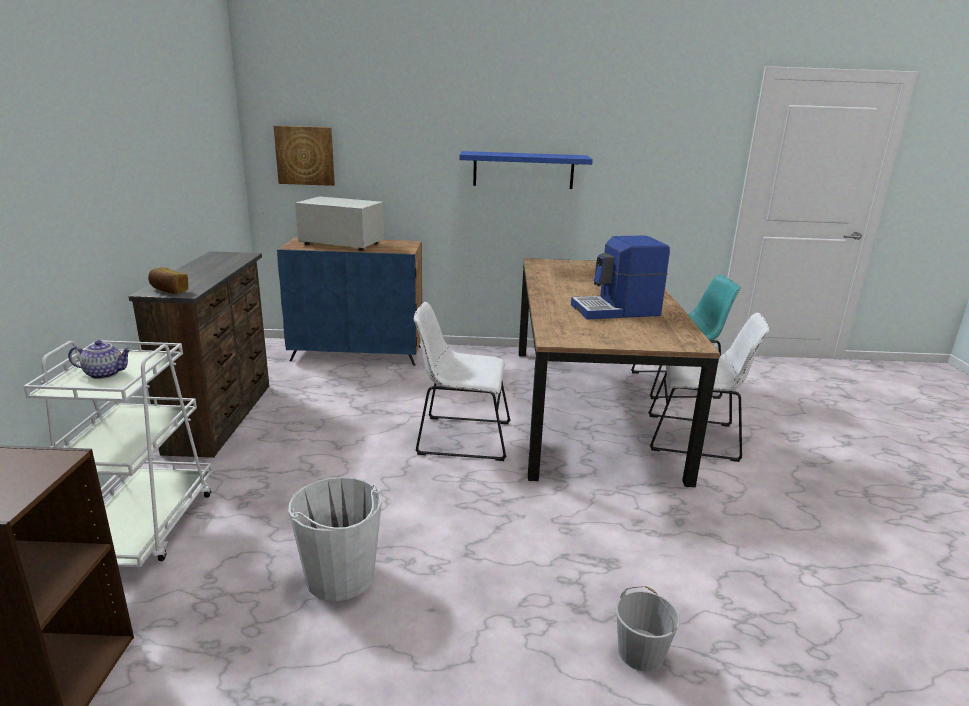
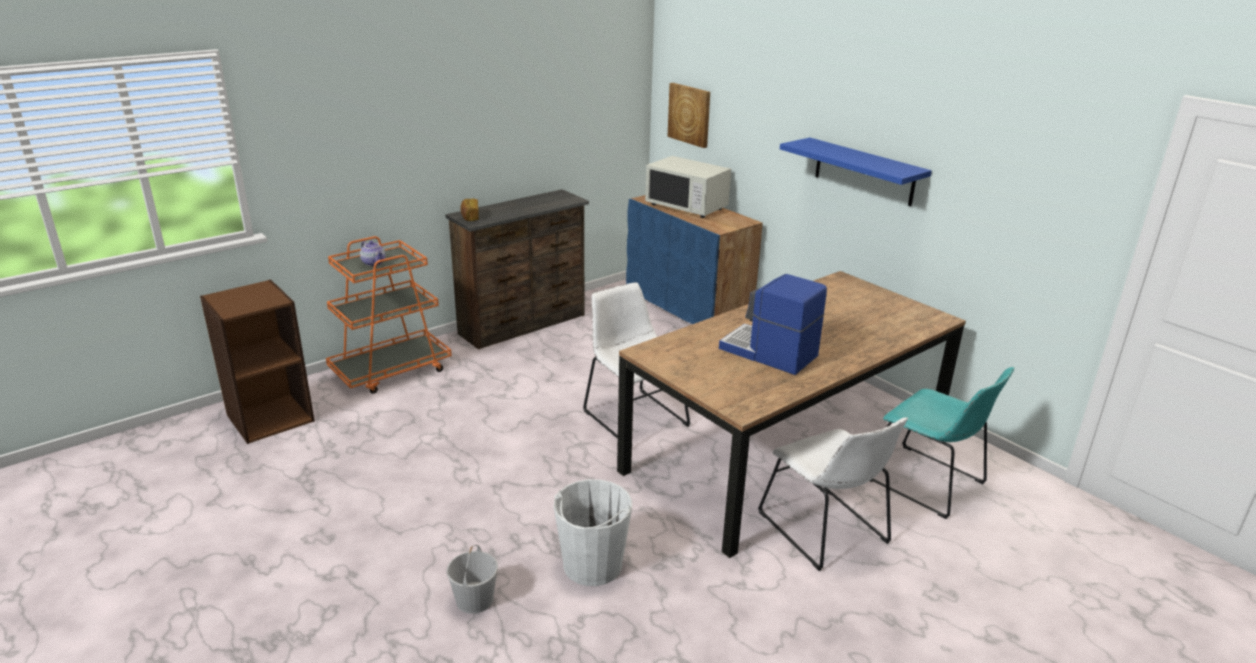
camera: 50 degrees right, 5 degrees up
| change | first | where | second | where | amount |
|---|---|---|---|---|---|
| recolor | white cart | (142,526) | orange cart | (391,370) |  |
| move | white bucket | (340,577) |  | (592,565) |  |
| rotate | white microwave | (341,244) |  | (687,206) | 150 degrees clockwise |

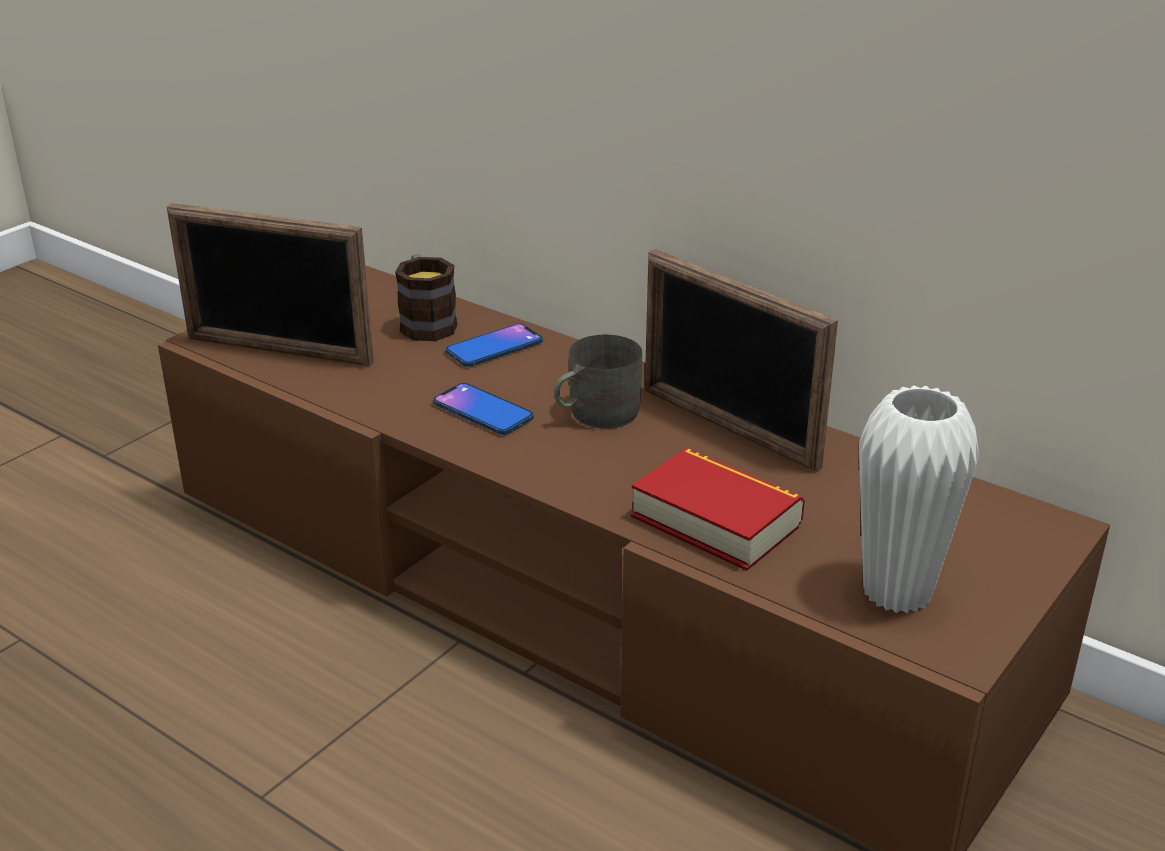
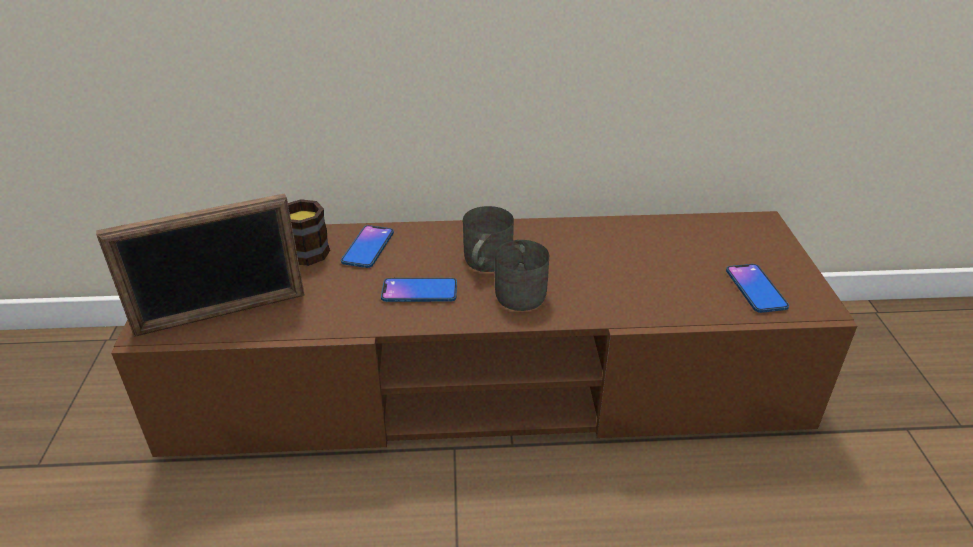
camera: 40 degrees left, 5 degrees up
| change | first | where | second | where | amount |
|---|---|---|---|---|---|
| insert |  |  | grey mug | (522,291) |  |
| replace | white vase | (897,592) | phone | (756,289) |  |
| delete | book | (716,520) |  |  |  |
| delete | picture frame | (728,428) |  |  |  |

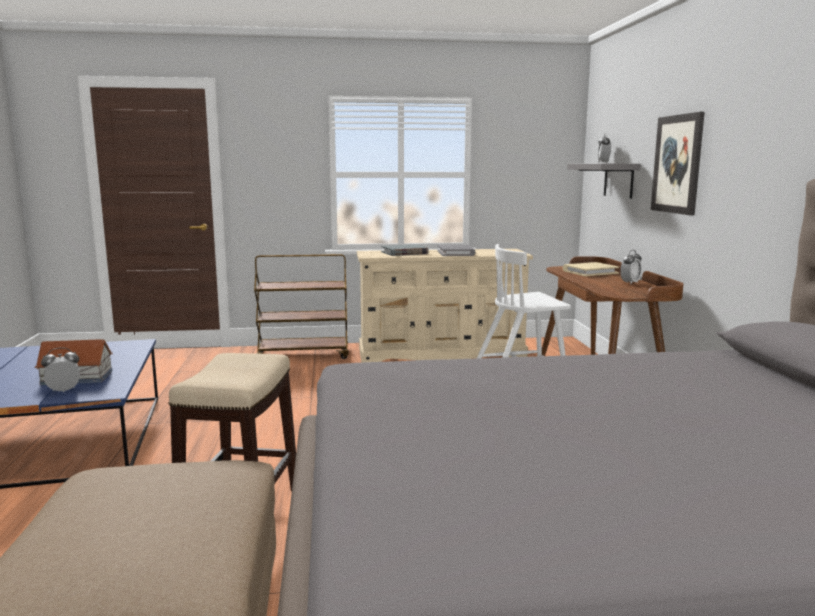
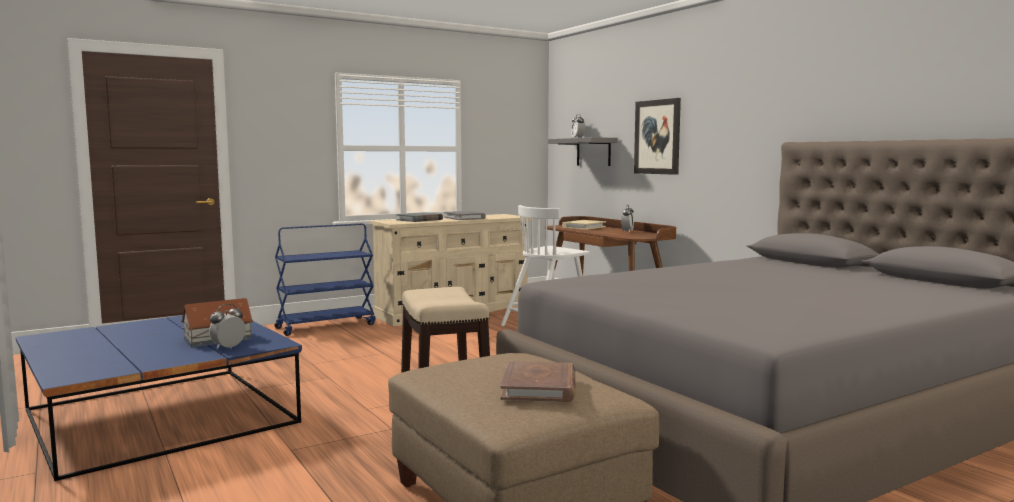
camera: 25 degrees left, 5 degrees down
| change | first | where | second | where | amount |
|---|---|---|---|---|---|
| recolor | brown cart | (303,355) | blue cart | (326,326) |  |
| insert |  |  | brown book | (539,387) |  |

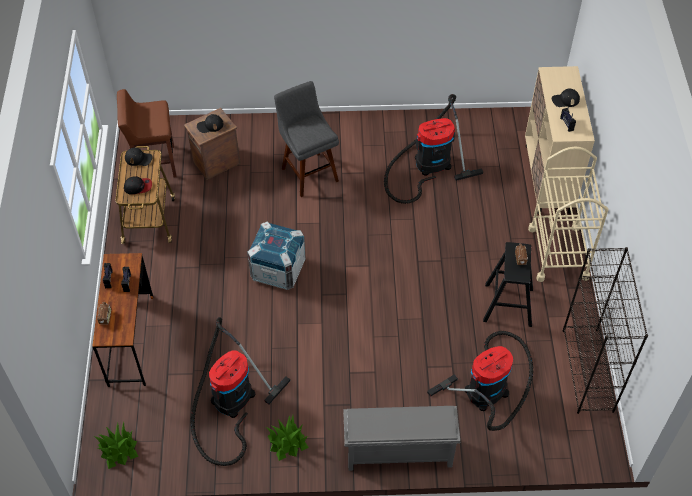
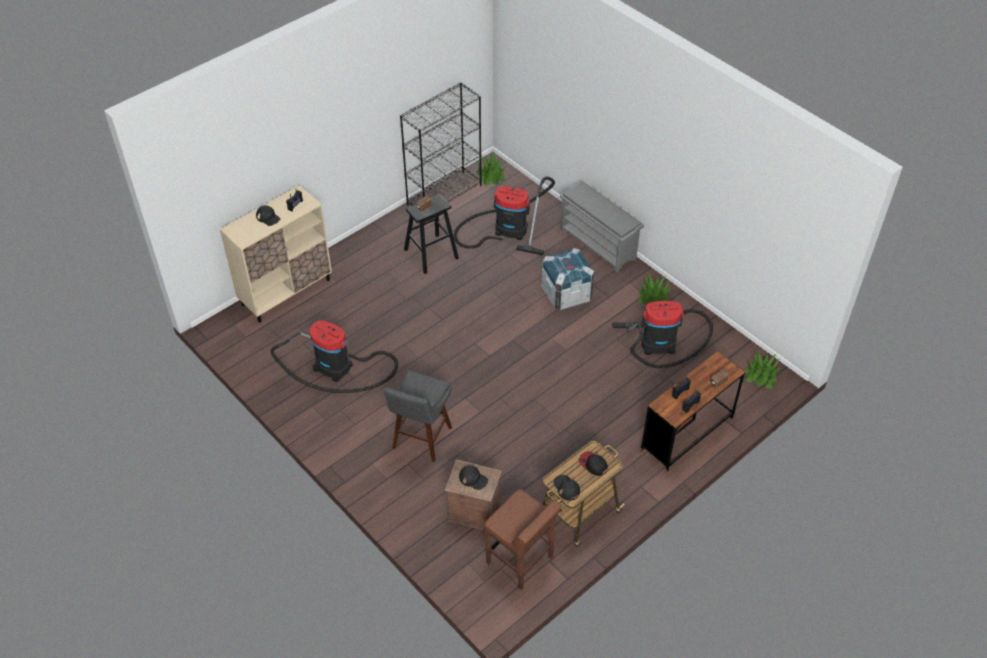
camera: 130 degrees left, 5 degrees down
| change | first | where | second | where | amount |
|---|---|---|---|---|---|
| insert |  |  | potted plant | (491,175) |  |
| move | crate | (278,270) |  | (566,294) |  |
| delete | beige cart | (558,253) |  |  |  |

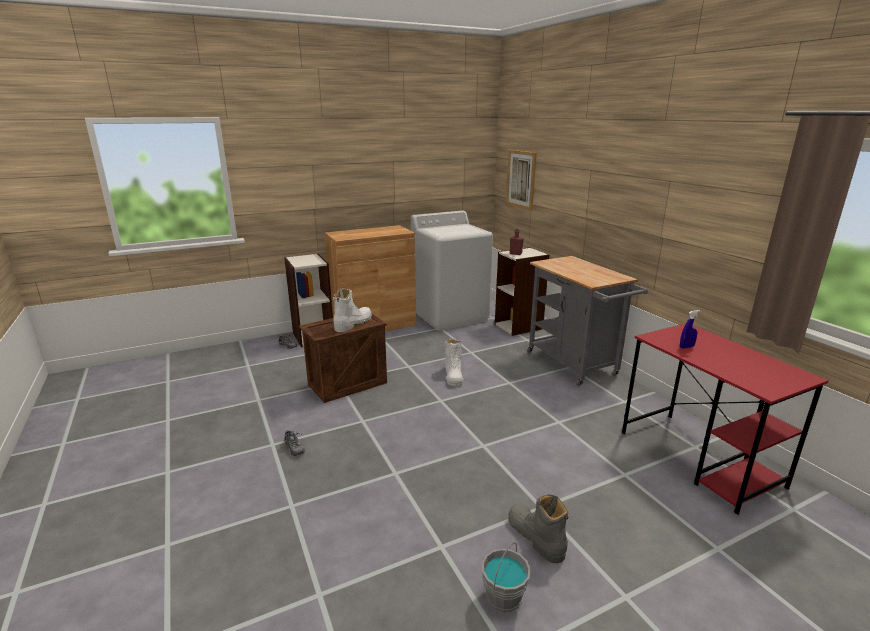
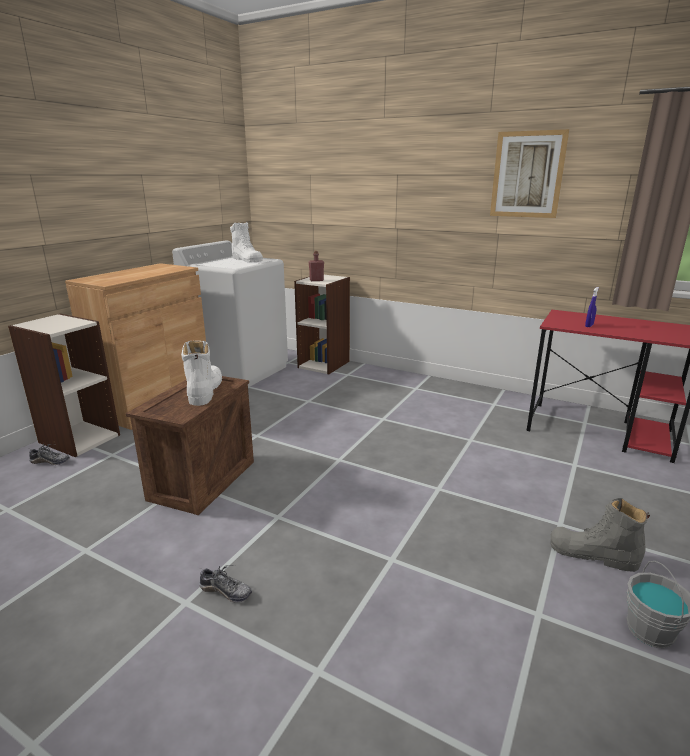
camera: 35 degrees left, 0 degrees up
| change | first | where | second | where | amount |
|---|---|---|---|---|---|
| move | white boot | (453,376) |  | (247,259) |  |
| move | picture | (521,179) |  | (527,175) |  |
| delete | grey cart | (575,366) |  |  |  |

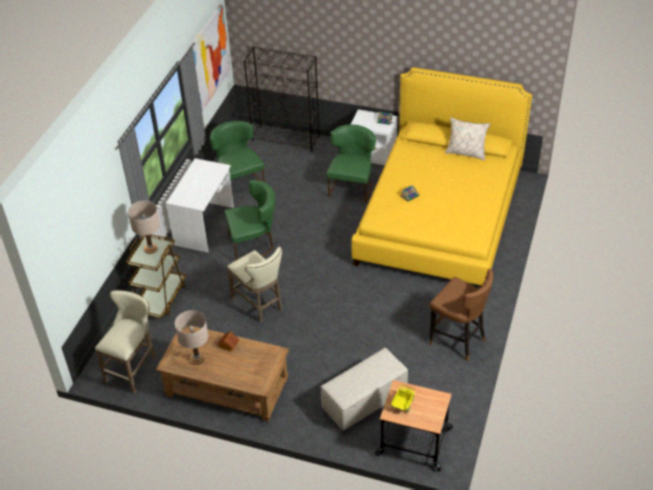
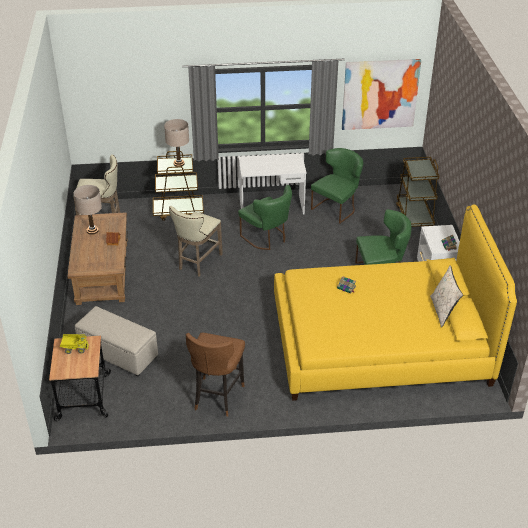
camera: 65 degrees right, 5 degrees down
| change | first | where | second | where | amount |
|---|---|---|---|---|---|
| replace | black bookcase | (286,139) | brown cart | (414,216) |  |

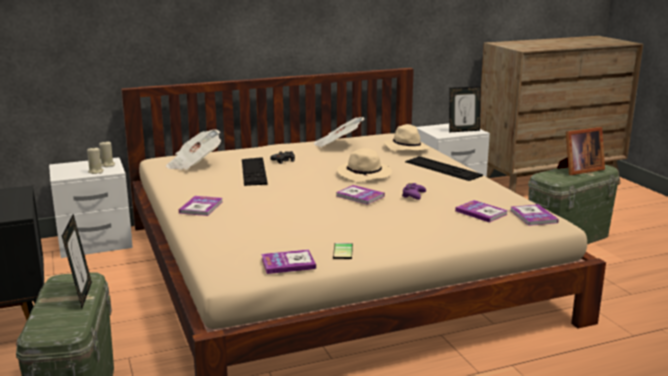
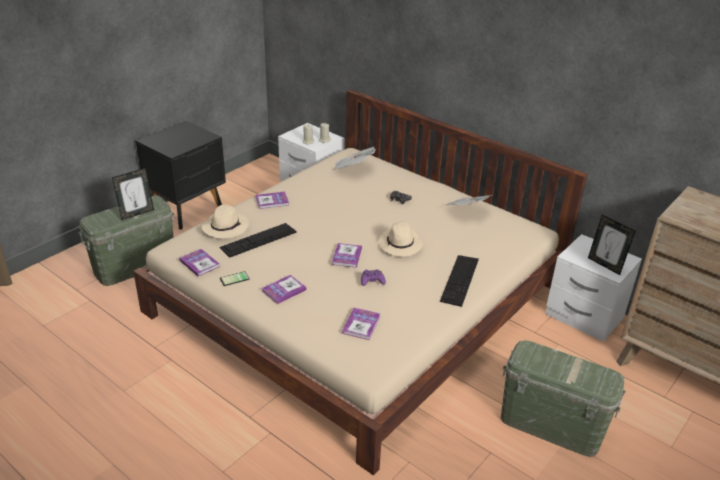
camera: 60 degrees right, 15 degrees up
| change | first | where | second | where | amount |
|---|---|---|---|---|---|
| move | beige hat | (406,148) |  | (225,227) |  |
| move | keyboard | (254,171) |  | (258,240) |  |
| move | book | (533,216) |  | (284,290) |  |
| delete | picture frame | (579,170) |  |  |  |

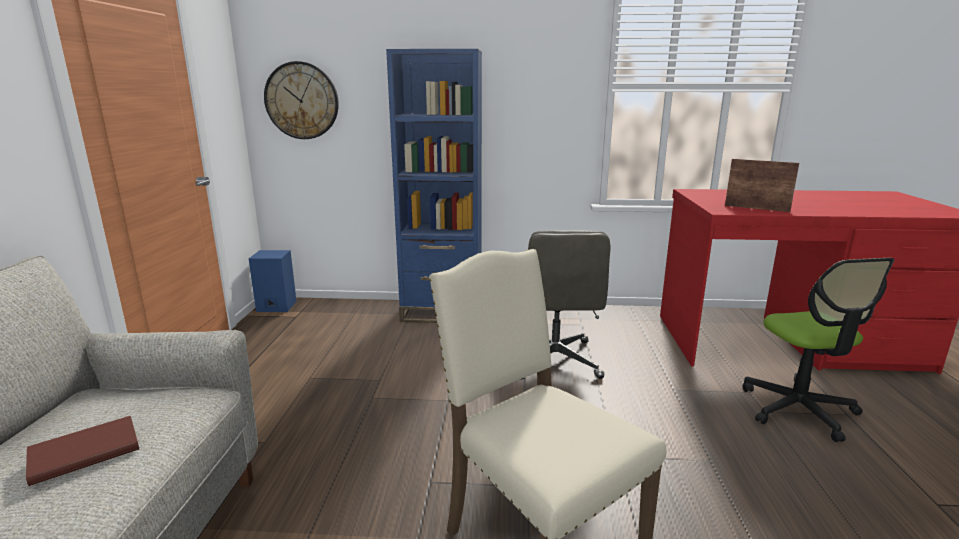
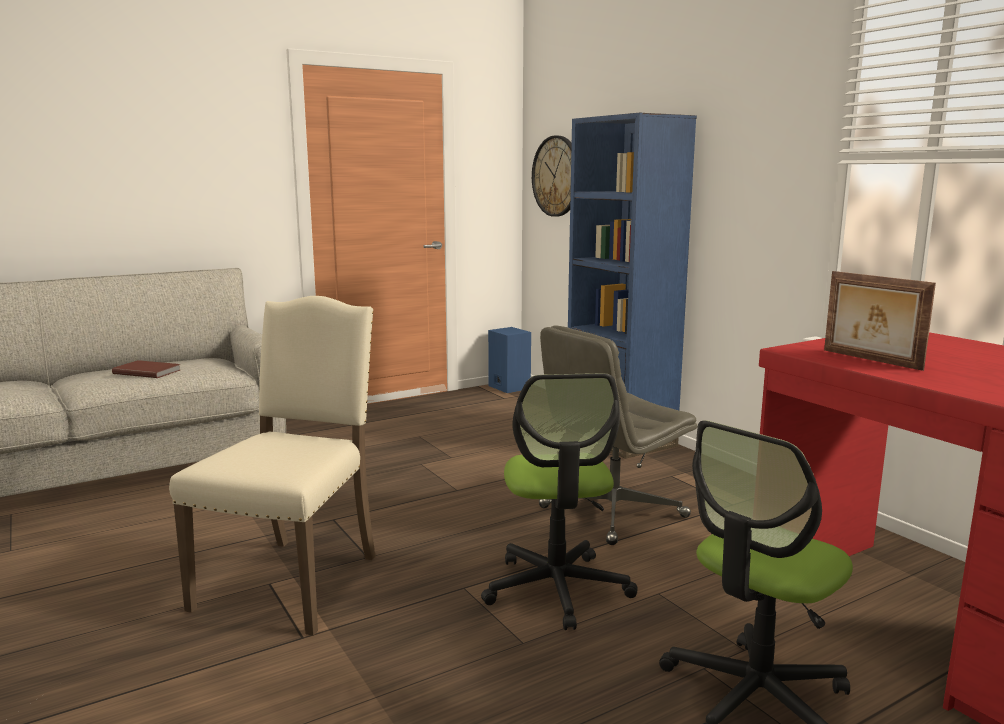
camera: 55 degrees right, 5 degrees down
| change | first | where | second | where | amount |
|---|---|---|---|---|---|
| insert |  |  | office chair | (557,589) |  |
| rotate | picture frame | (756,208) |  | (870,360) | 150 degrees clockwise |

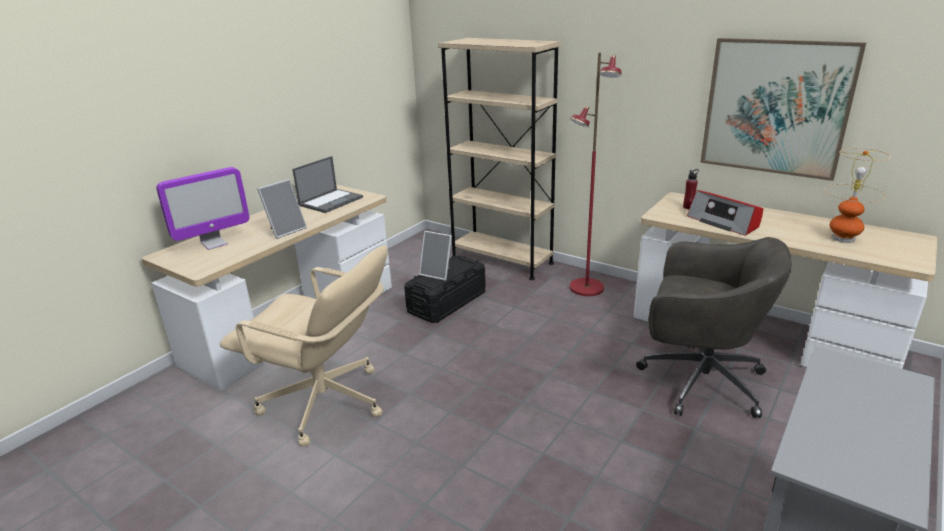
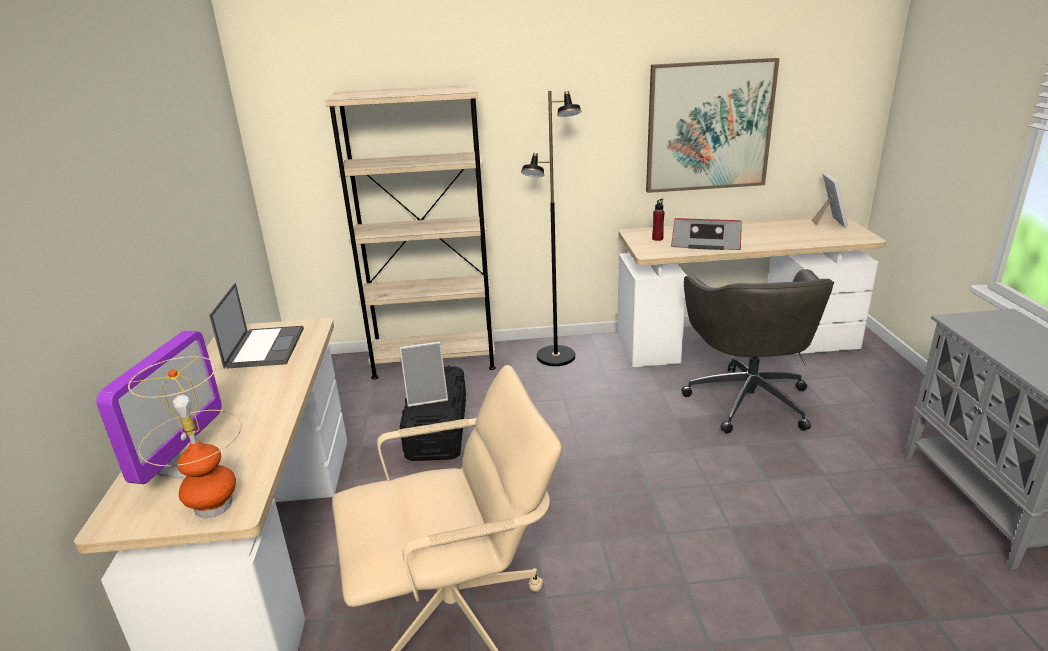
camera: 40 degrees left, 0 degrees up
| change | first | where | second | where | amount |
|---|---|---|---|---|---|
| move | table lamp | (843,238) |  | (214,505) |  |
| recolor | red floor lamp | (586,288) | black floor lamp | (556,357) |  |
| rotate | grey office chair | (698,380) |  | (747,399) | 105 degrees clockwise |
| move | picture frame | (285,230) |  | (828,222) |  |

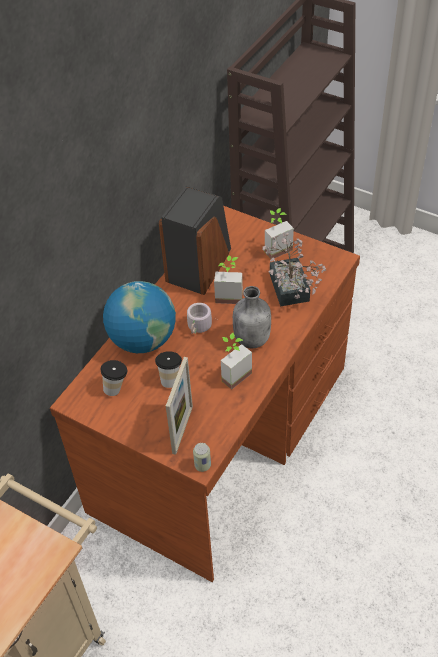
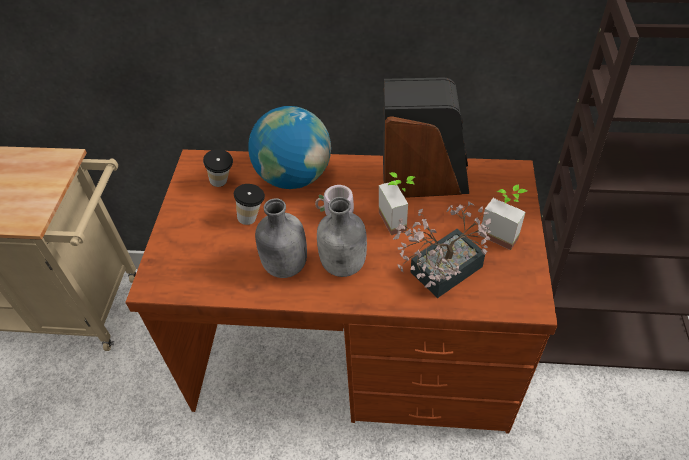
camera: 65 degrees right, 0 degrees up
| change | first | where | second | where | amount |
|---|---|---|---|---|---|
| replace | potted plant | (232,373) | grey bottle | (284,266) |  |
| delete | picture frame | (182,429) |  |  |  |
| delete | can | (202,465) |  |  |  |

